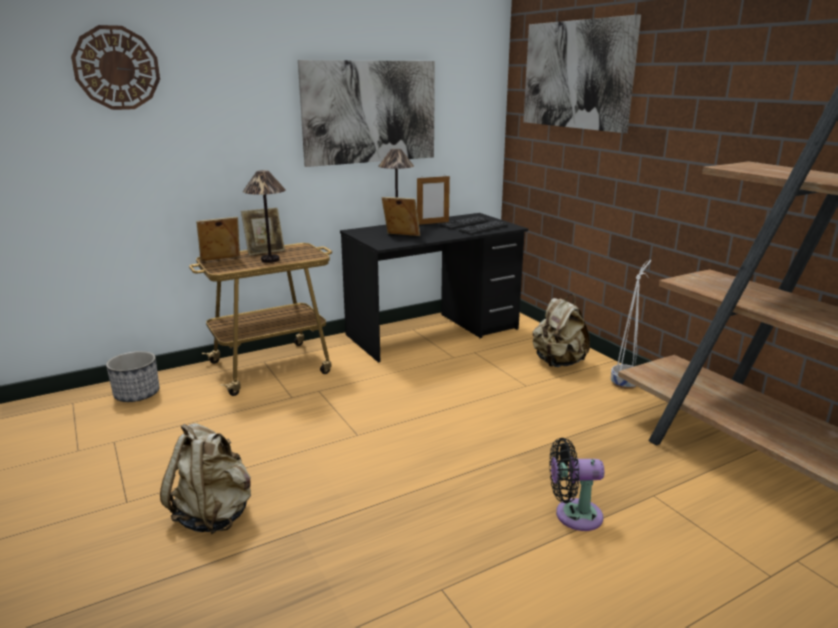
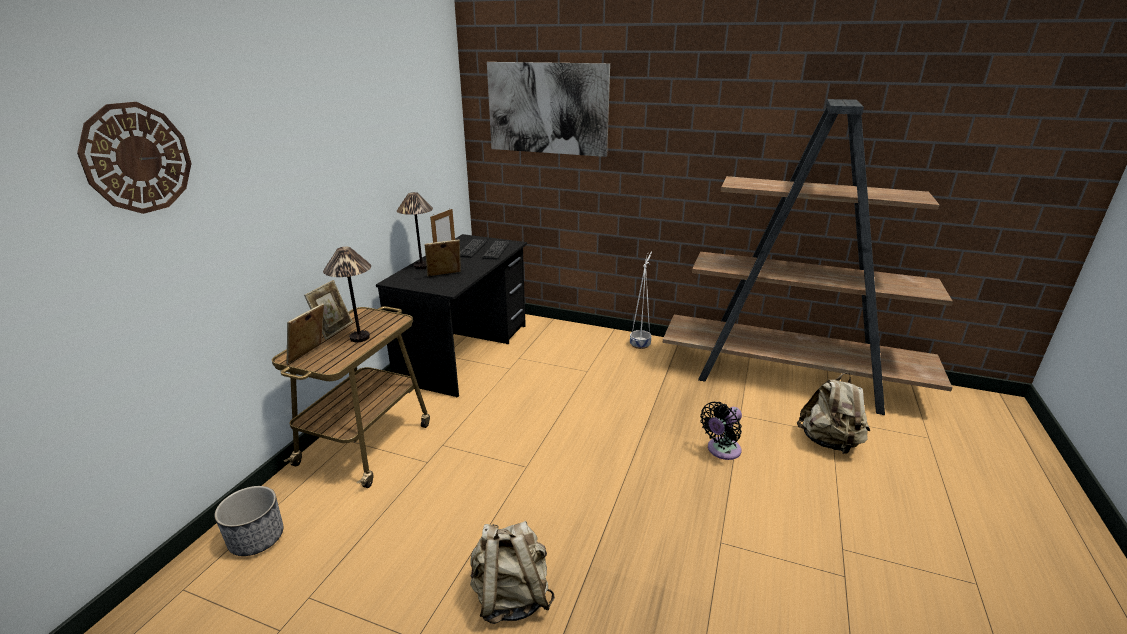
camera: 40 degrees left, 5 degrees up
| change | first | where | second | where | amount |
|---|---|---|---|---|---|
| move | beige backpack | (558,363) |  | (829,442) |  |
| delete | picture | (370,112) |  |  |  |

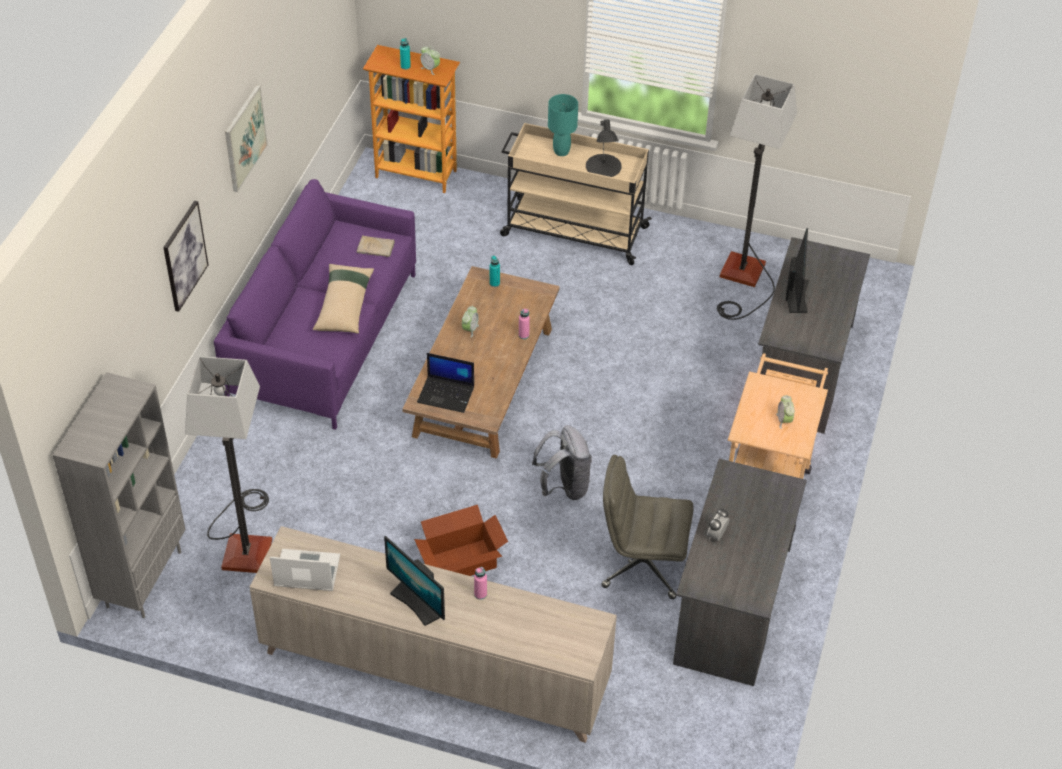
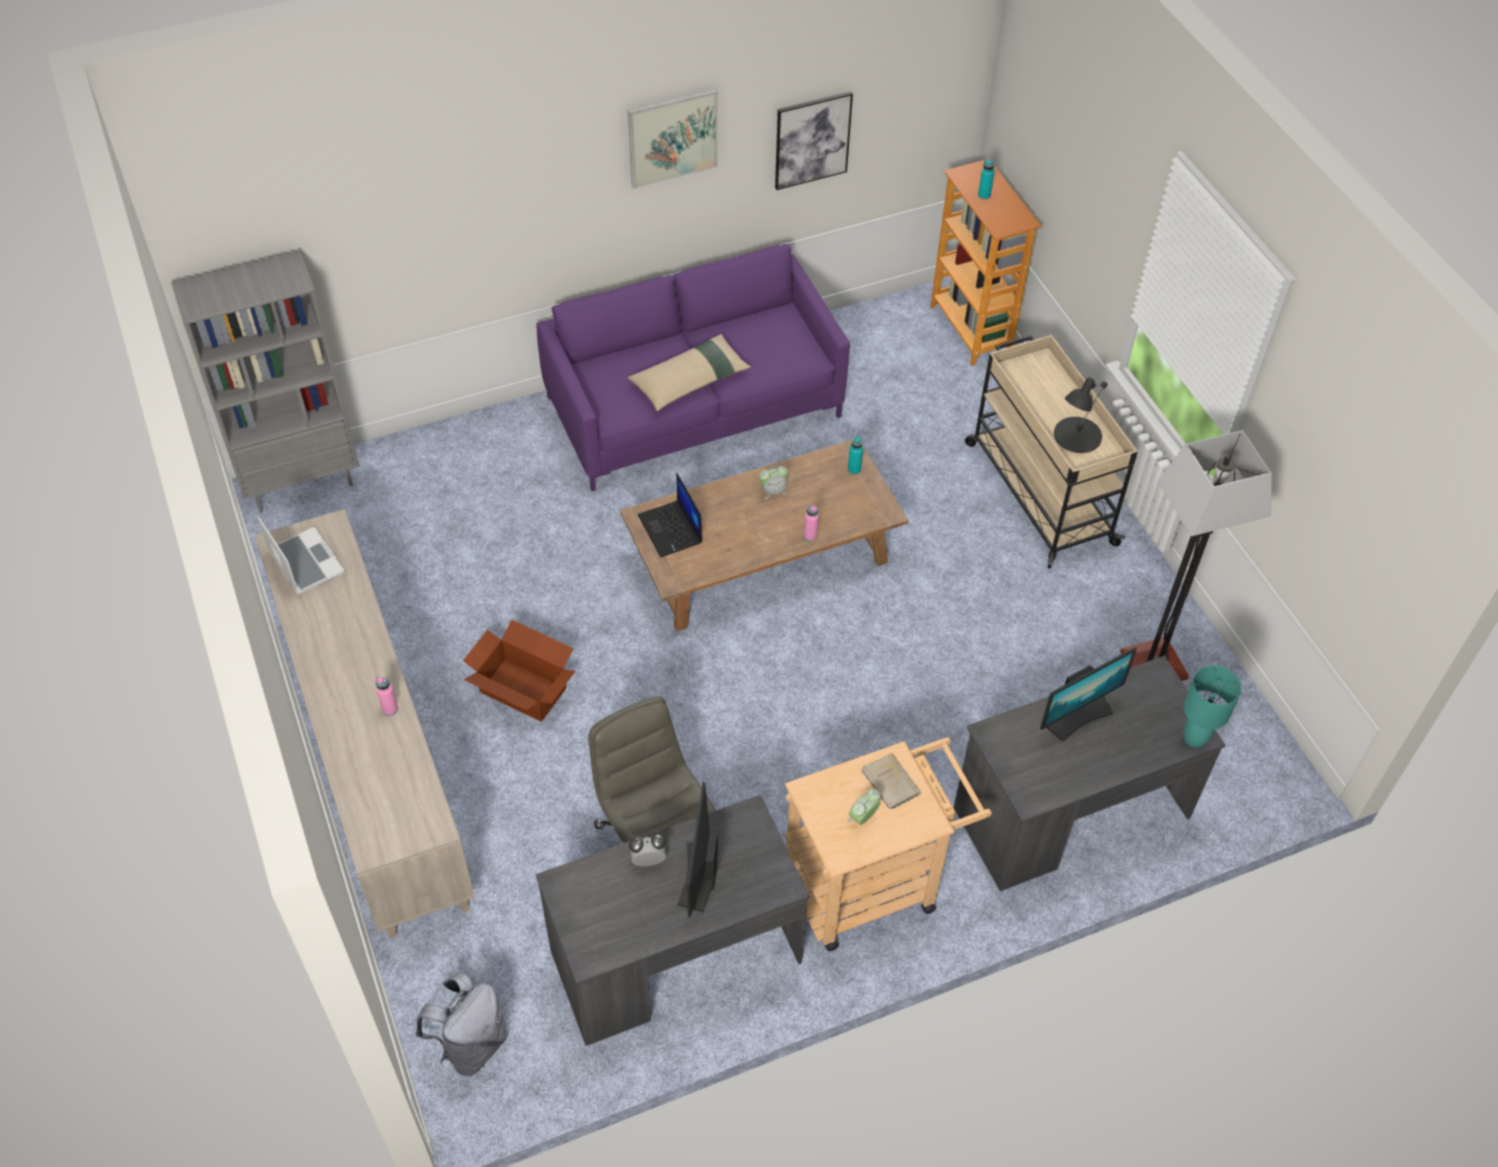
camera: 50 degrees right, 5 degrees up
| change | first | where | second | where | amount |
|---|---|---|---|---|---|
| move | grey backpack | (564,487) |  | (471,1044) |  |
| move | monitor | (417,602) |  | (699,876) |  |
| move | picture | (184,255) |  | (812,140) |  |
| move | beige book | (376,248) |  | (891,784) |  |
| move | turquoise table lamp | (561,151) |  | (1195,738) |  |
| delete | floor lamp | (245,542) |  |  |  |
| delete | alarm clock | (430,69) |  |  |  |

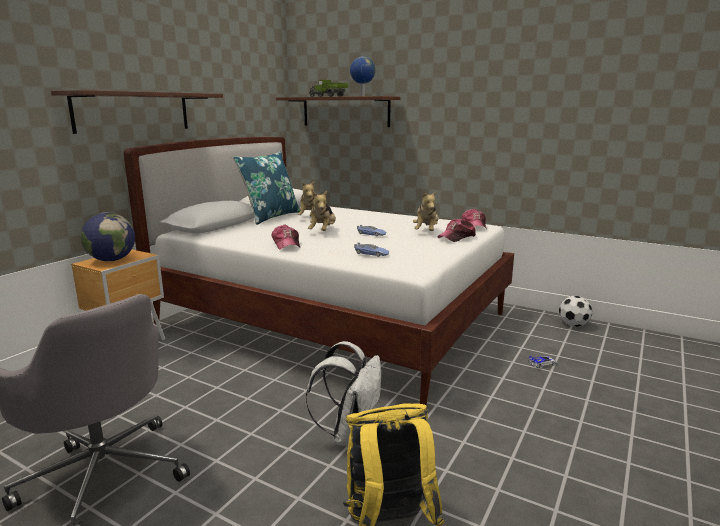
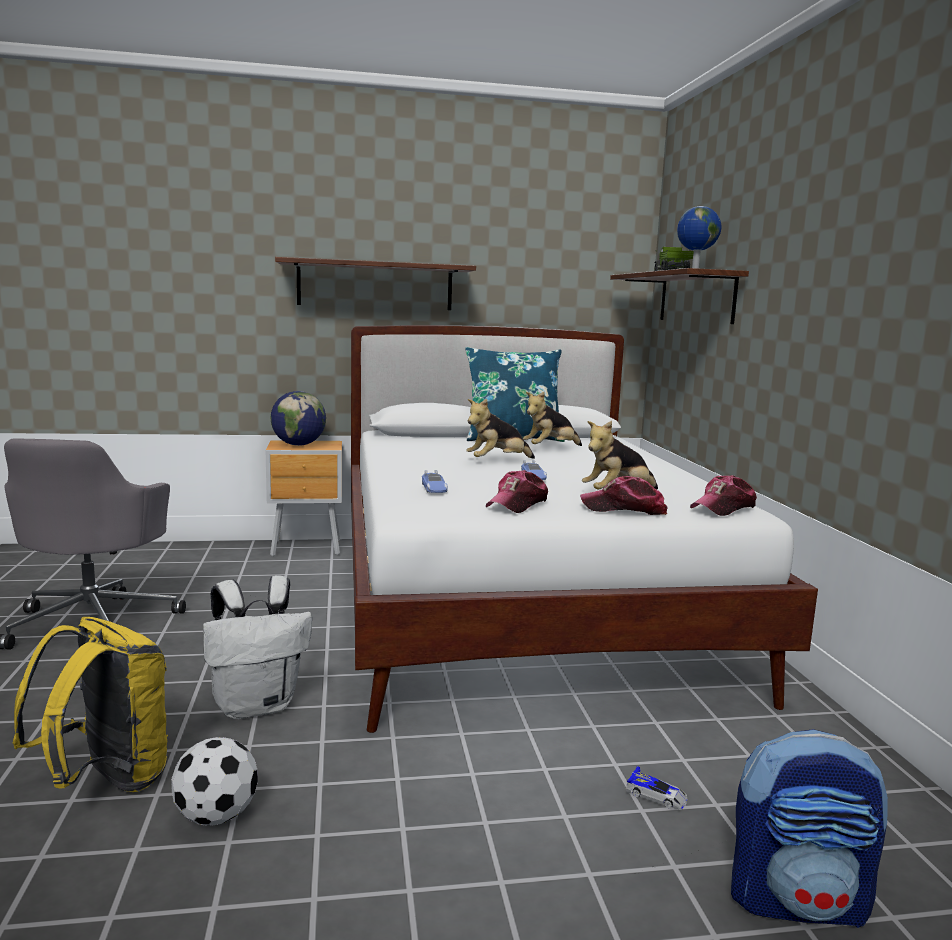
camera: 50 degrees right, 5 degrees down
| change | first | where | second | where | amount |
|---|---|---|---|---|---|
| move | football | (574,325) |  | (216,816) |  |
| move | cap | (287,244) |  | (518,504) |  |
| insert |  |  | backpack | (798,900) |  |

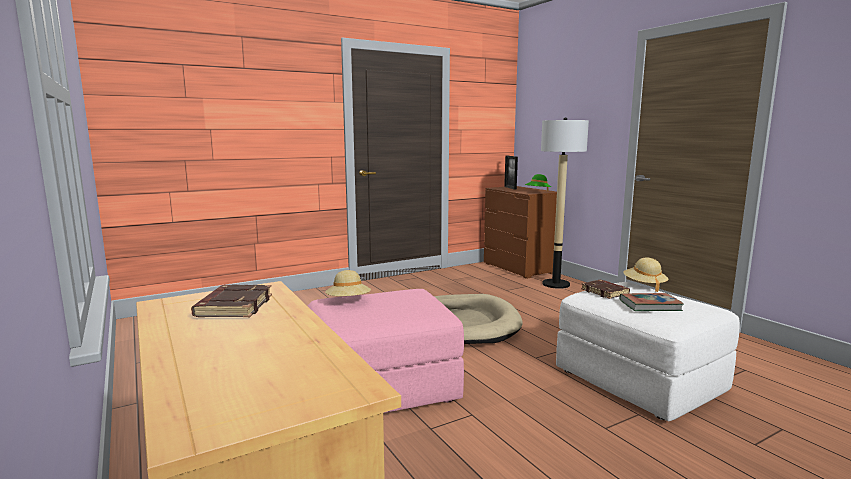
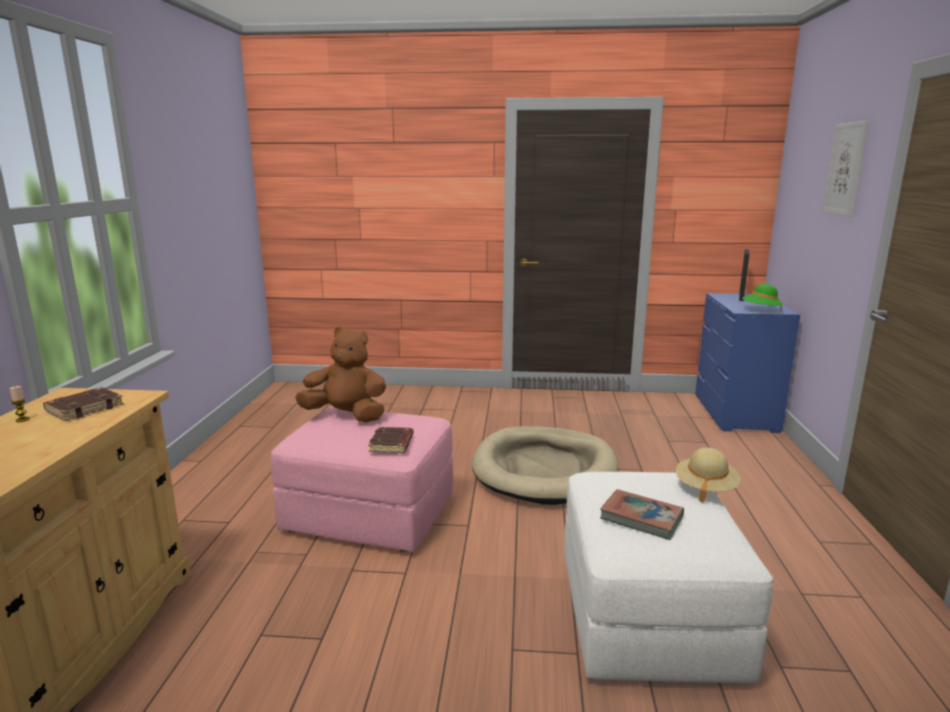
camera: 35 degrees right, 5 degrees up
| change | first | where | second | where | amount |
|---|---|---|---|---|---|
| insert |  |  | candle | (22,420) |  |
| replace | beige hat | (348,301) | brown plush toy | (346,416) |  |
| move | brown book | (605,292) |  | (392,444) |  |
| recolor | brown dresser | (518,268) | blue dresser | (735,414) |  |
| insert |  |  | picture | (845,169) |  |
| delete | floor lamp | (556,284) |  |  |  |

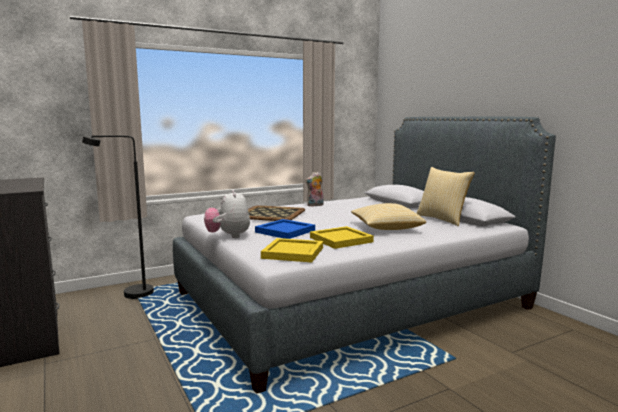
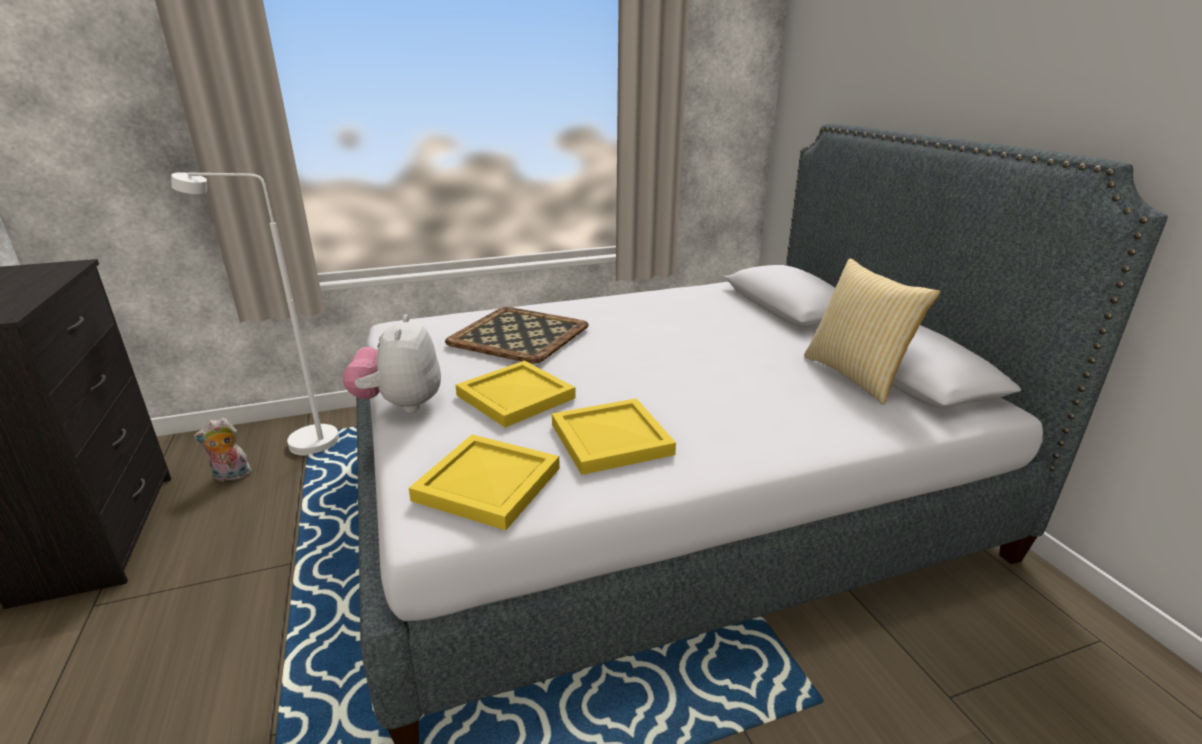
camera: 10 degrees right, 15 degrees up
| change | first | where | second | where | amount |
|---|---|---|---|---|---|
| recolor | black floor lamp | (130,294) | white floor lamp | (299,443) |  |
| move | plush toy | (315,205) |  | (231,476) |  |
| recolor | blue tray | (284,231) | yellow tray | (513,396) |  |
| delete | pillow | (386,228) |  |  |  |

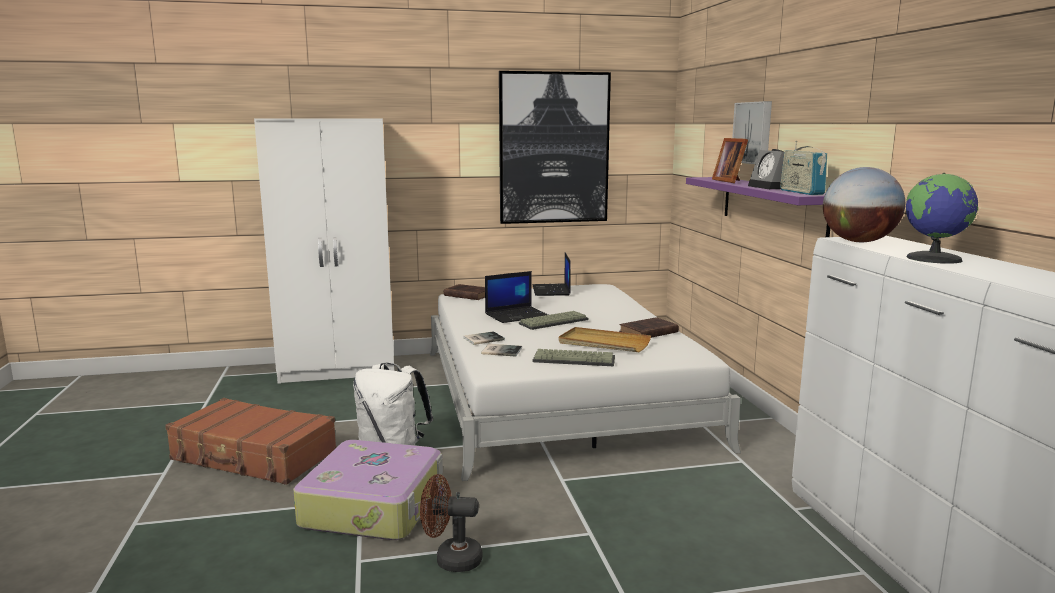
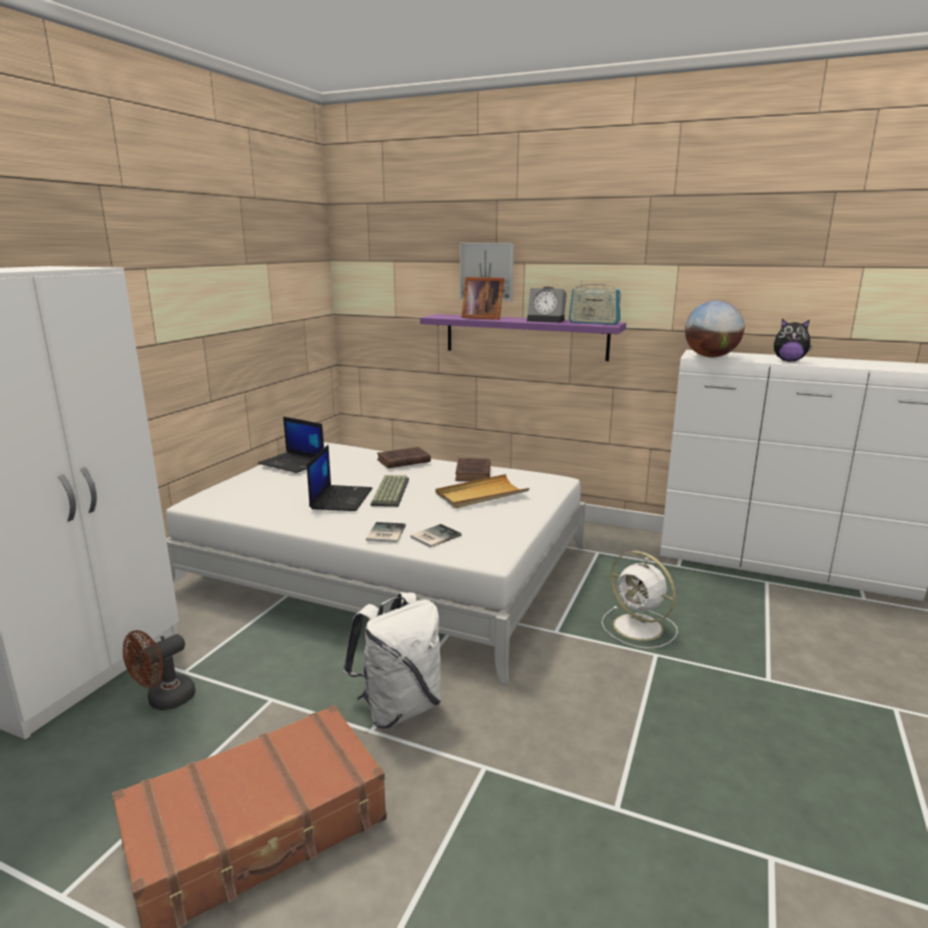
camera: 55 degrees left, 5 degrees up
| change | first | where | second | where | amount |
|---|---|---|---|---|---|
| move | brown fan | (451,559) |  | (164,701) |  |
| move | brown book | (467,295) |  | (402,461) |  |
| insert |  |  | white fan | (640,628) |  |
| replace | globe | (935,258) | plush toy | (789,361) |  |
| delete | suitcase | (375,506) |  |  |  |
| delete | picture | (554,148) |  |  |  |
| delete | keyboard | (575,359) |  |  |  |

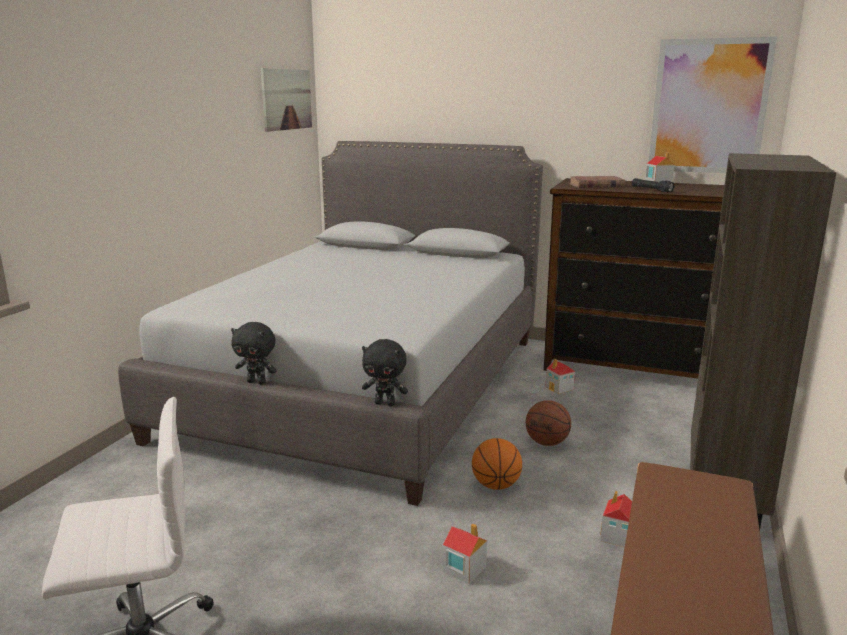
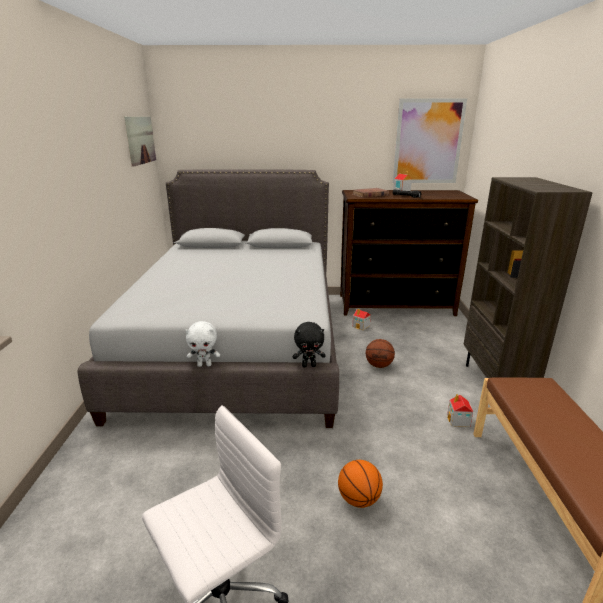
camera: 20 degrees left, 5 degrees up
| change | first | where | second | where | amount |
|---|---|---|---|---|---|
| recolor | black plush toy | (257,382) | white plush toy | (204,365) |  |
| move | basketball | (496,485) |  | (359,499) |  |
| delete | toy house | (463,569) |  |  |  |

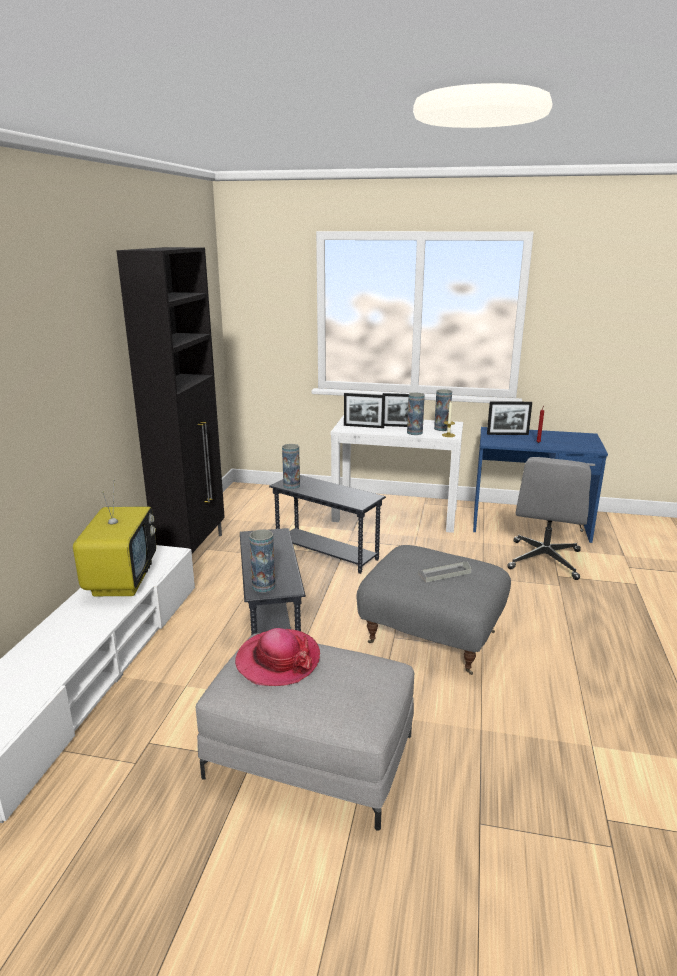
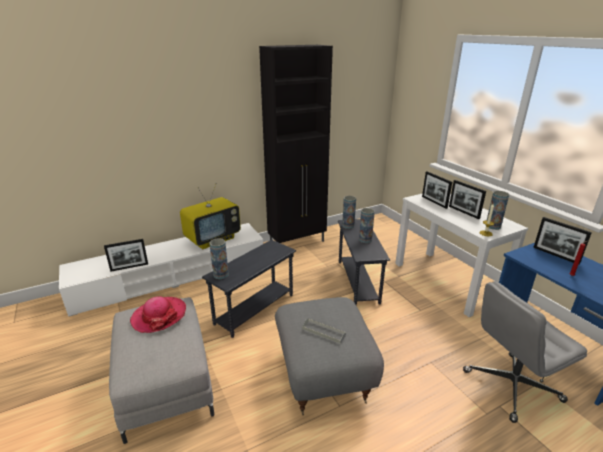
camera: 50 degrees right, 5 degrees up
| change | first | where | second | where | amount |
|---|---|---|---|---|---|
| insert |  |  | picture frame | (129,267) |  |
| move | vase | (414,432) |  | (365,240) |  |

